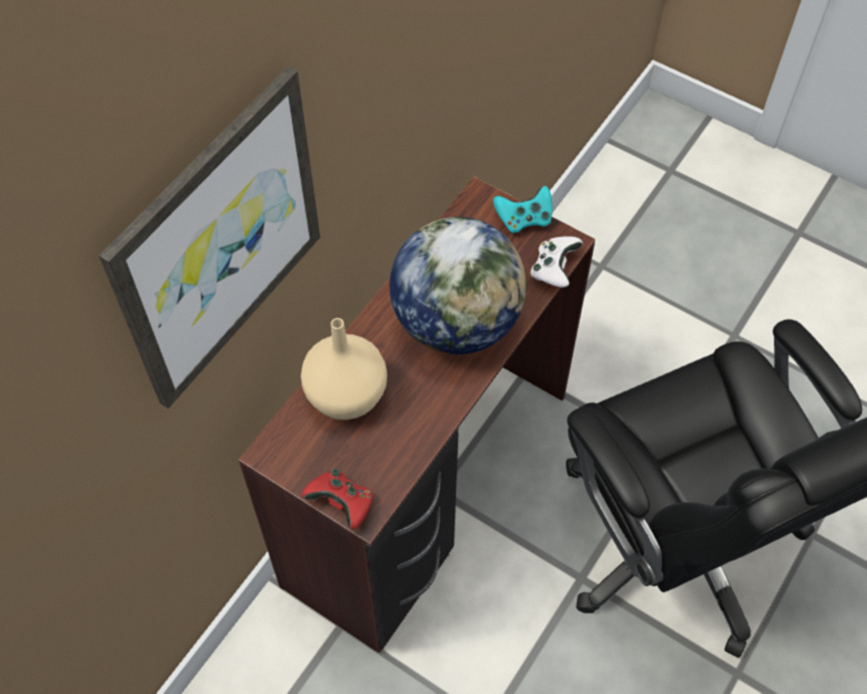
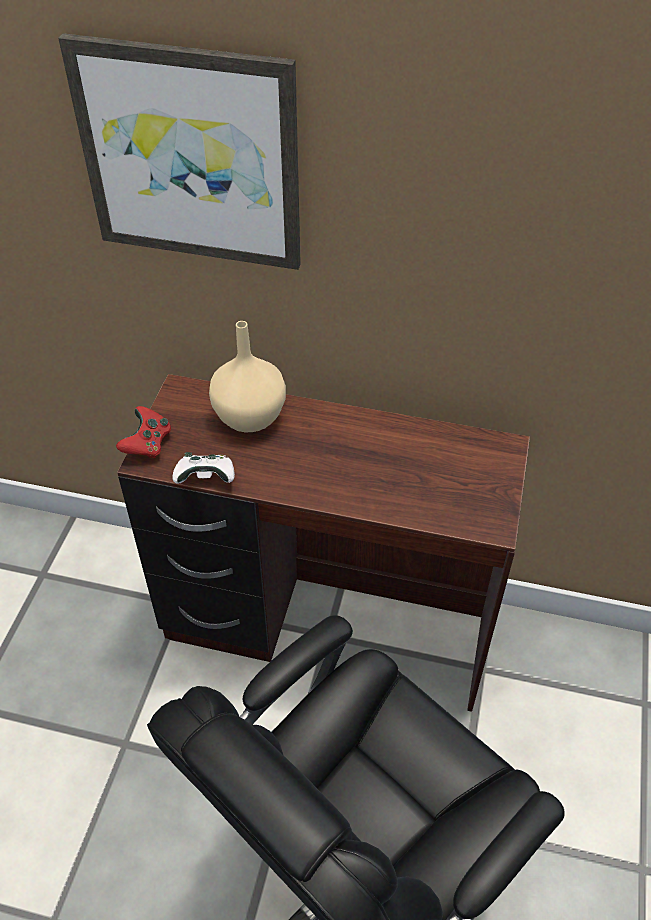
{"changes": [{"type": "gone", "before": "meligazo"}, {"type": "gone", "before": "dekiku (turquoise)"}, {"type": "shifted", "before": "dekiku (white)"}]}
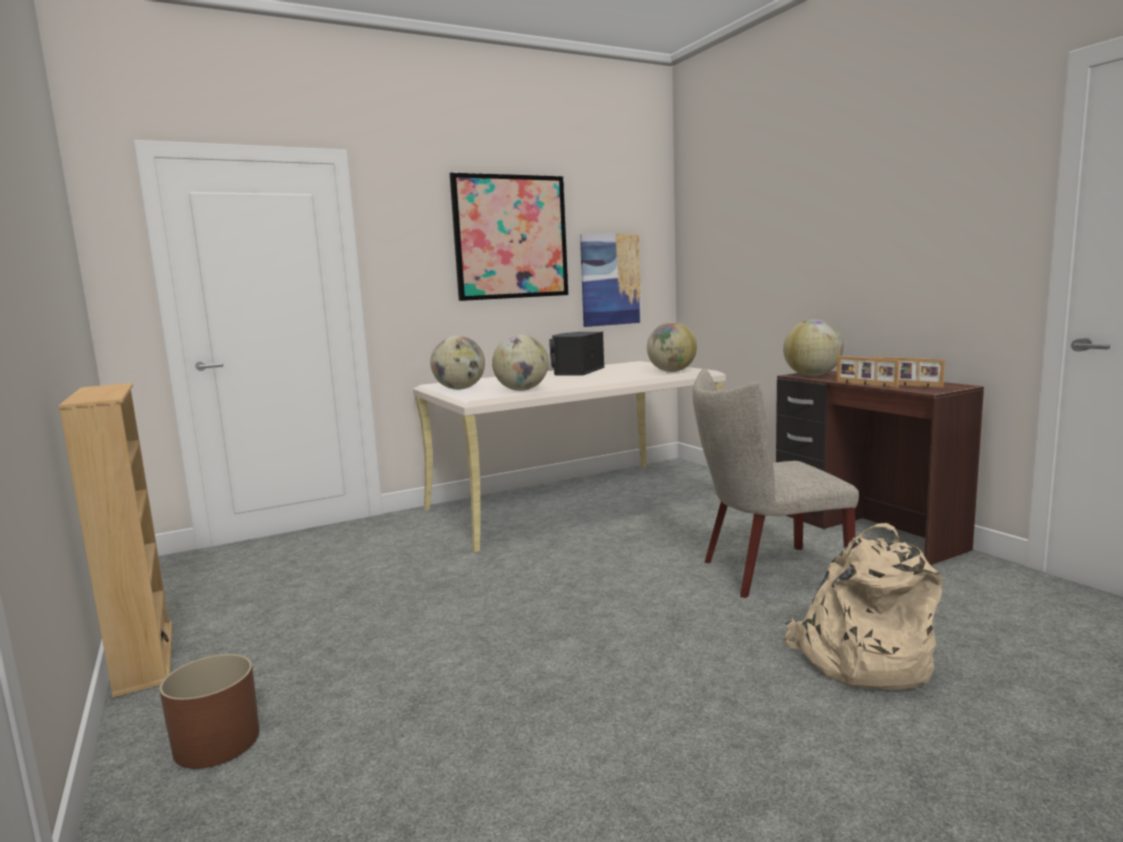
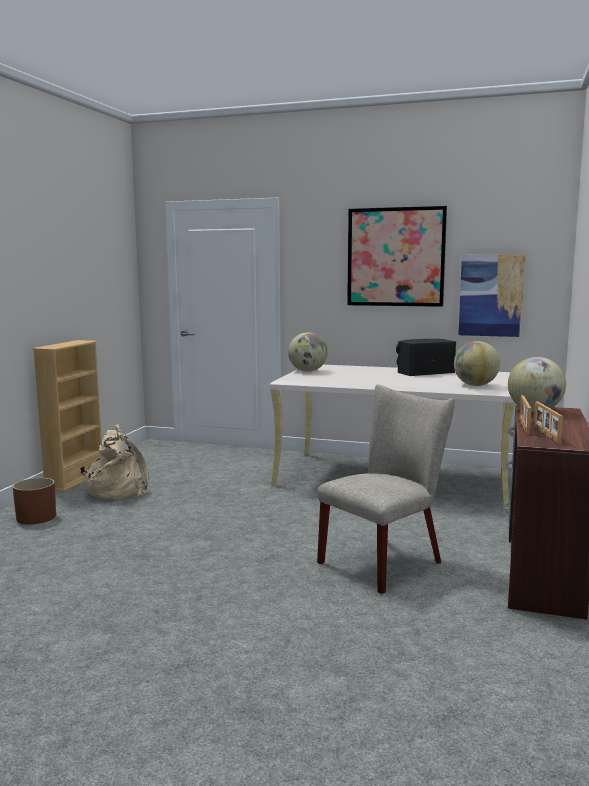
{"changes": [{"type": "gone", "before": "meligazo (no. 2 from left)"}, {"type": "shifted", "before": "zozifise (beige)"}, {"type": "rotated", "before": "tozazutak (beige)", "turn": 105}]}
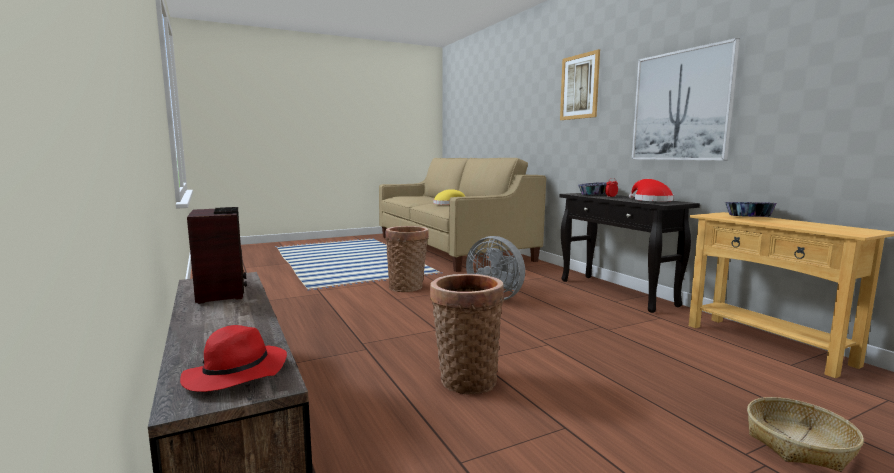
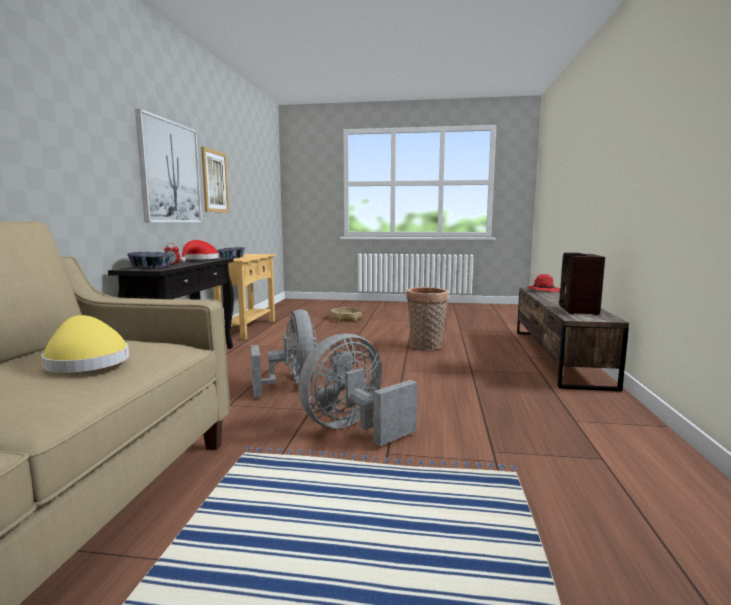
{"changes": [{"type": "shifted", "before": "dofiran (no. 1 from left in the first image)", "after": "dofiran (no. 2 from left)"}, {"type": "swapped", "before": "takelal (no. 1 from left)", "after": "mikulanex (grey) (no. 2 from left)"}]}
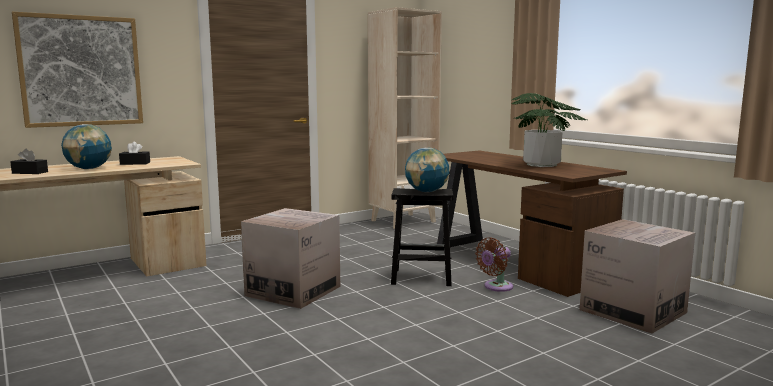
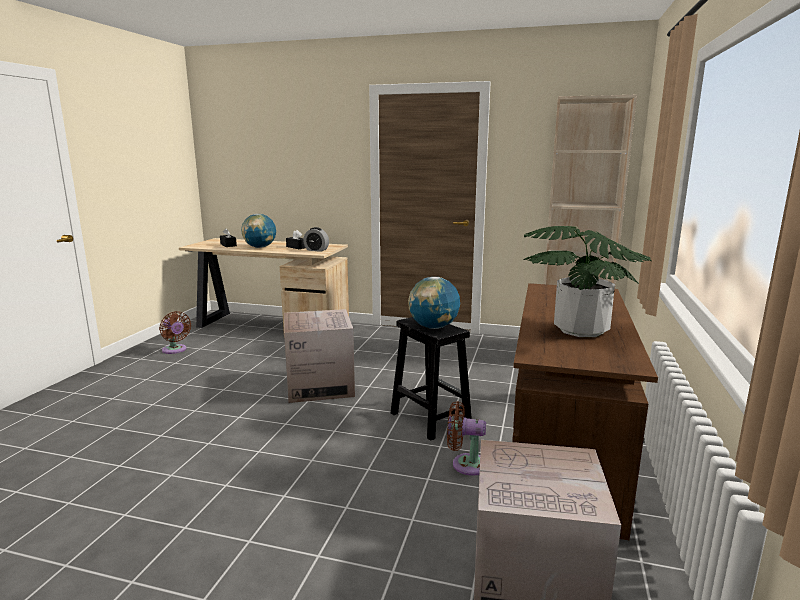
{"changes": [{"type": "gone", "before": "dofiran"}, {"type": "new", "after": "mikulanex (brown) (no. 1 from left)"}, {"type": "new", "after": "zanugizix"}]}
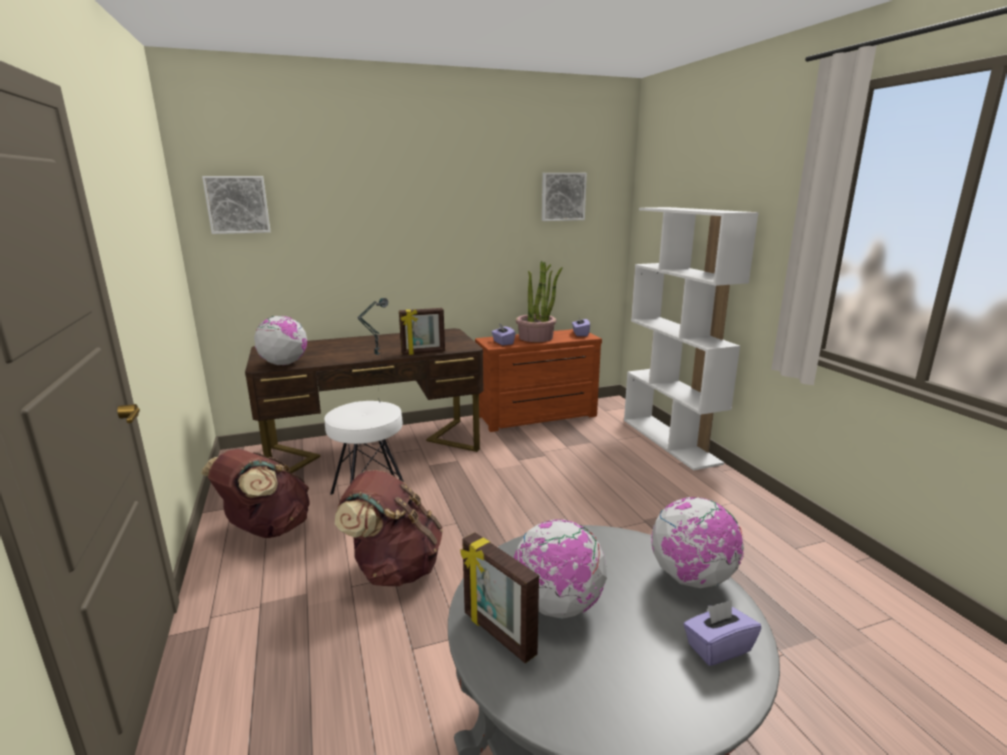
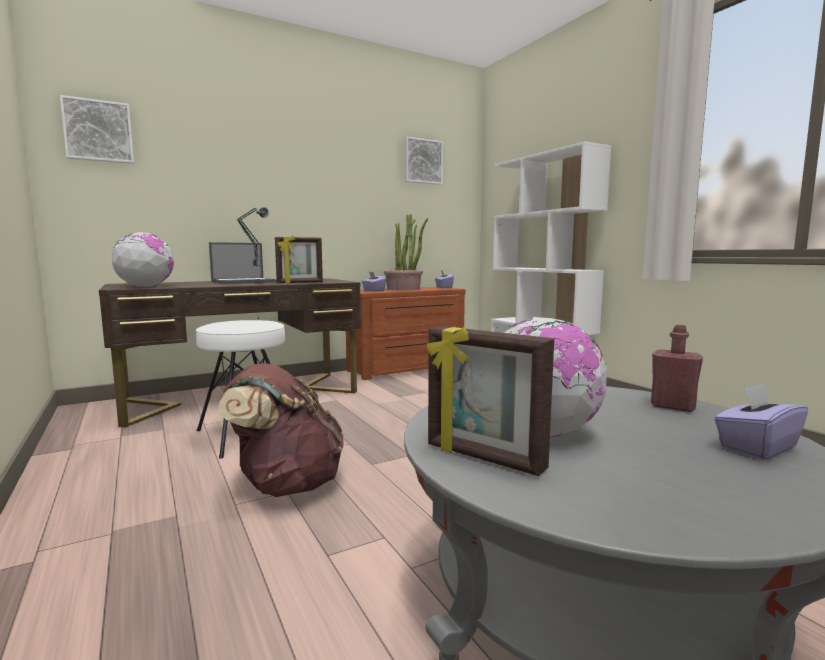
{"changes": [{"type": "gone", "before": "zozifise (brown) (no. 1 from left)"}, {"type": "new", "after": "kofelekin"}, {"type": "swapped", "before": "meligazo (no. 3 from left)", "after": "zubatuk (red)"}]}
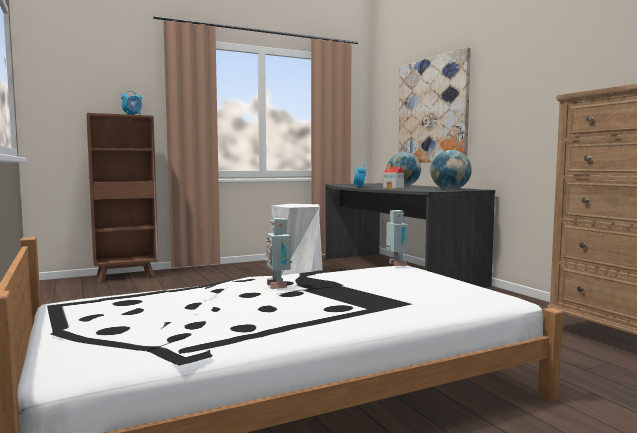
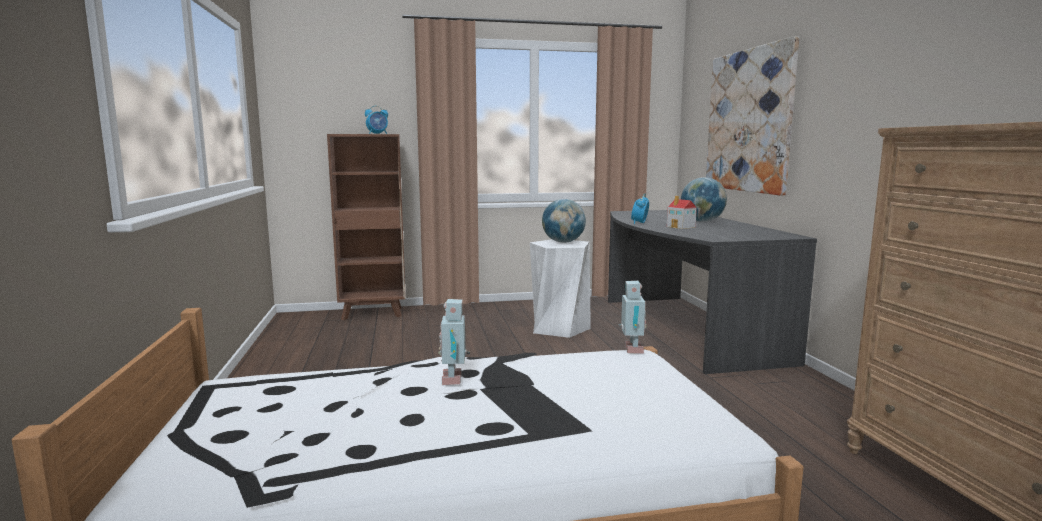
{"changes": [{"type": "shifted", "before": "meligazo (no. 2 from left in the first image)", "after": "meligazo (no. 1 from left)"}]}
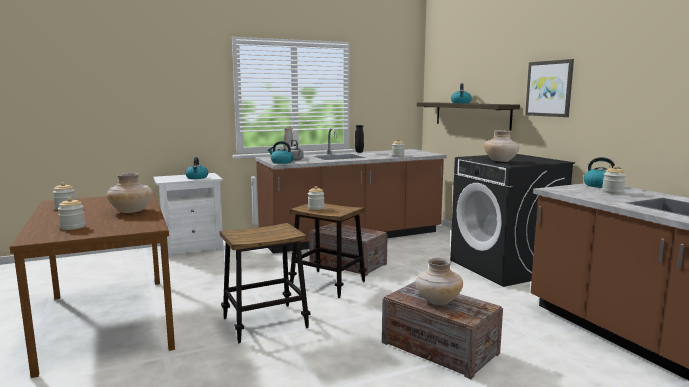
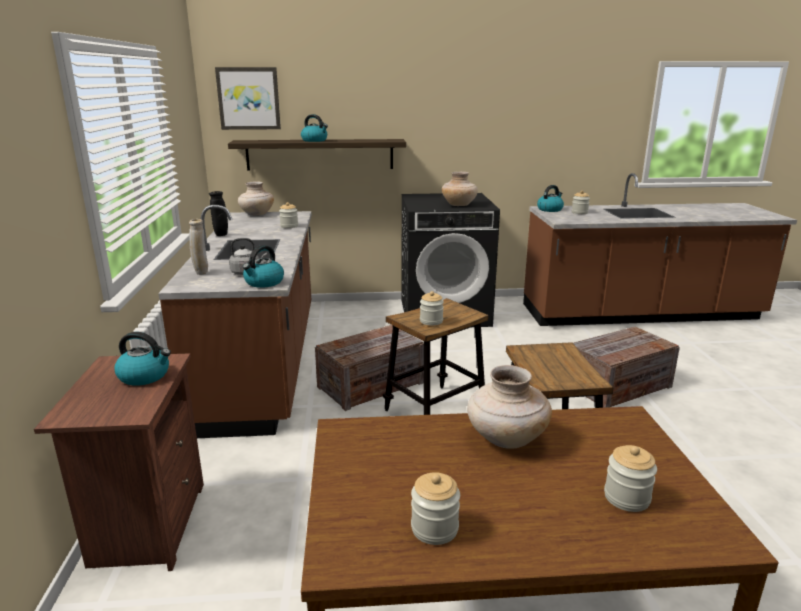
{"changes": [{"type": "shifted", "before": "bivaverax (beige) (no. 3 from left in the first image)", "after": "bivaverax (beige) (no. 2 from left)"}, {"type": "shifted", "before": "dofiran"}, {"type": "repainted", "before": "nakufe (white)", "after": "nakufe (brown)"}]}
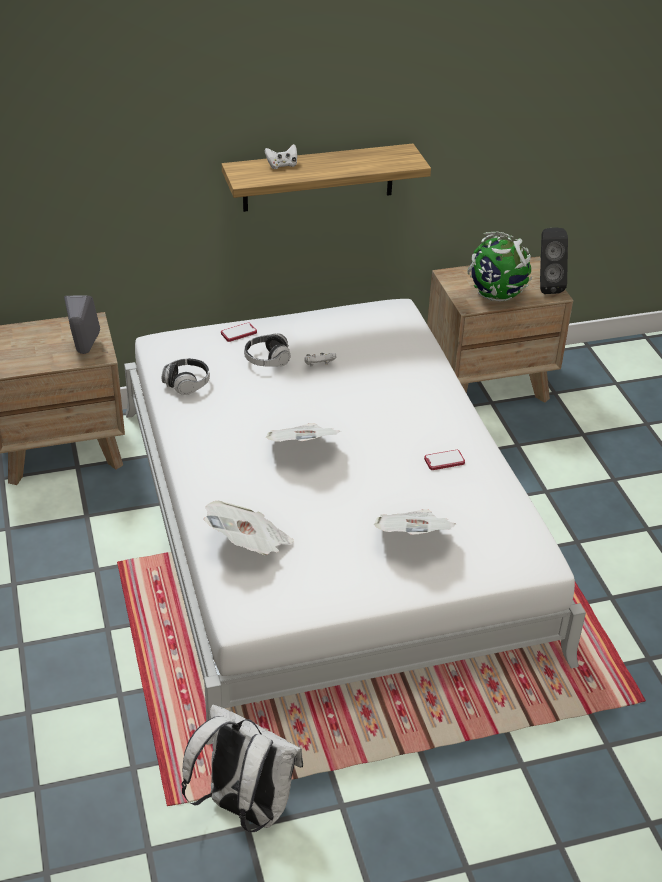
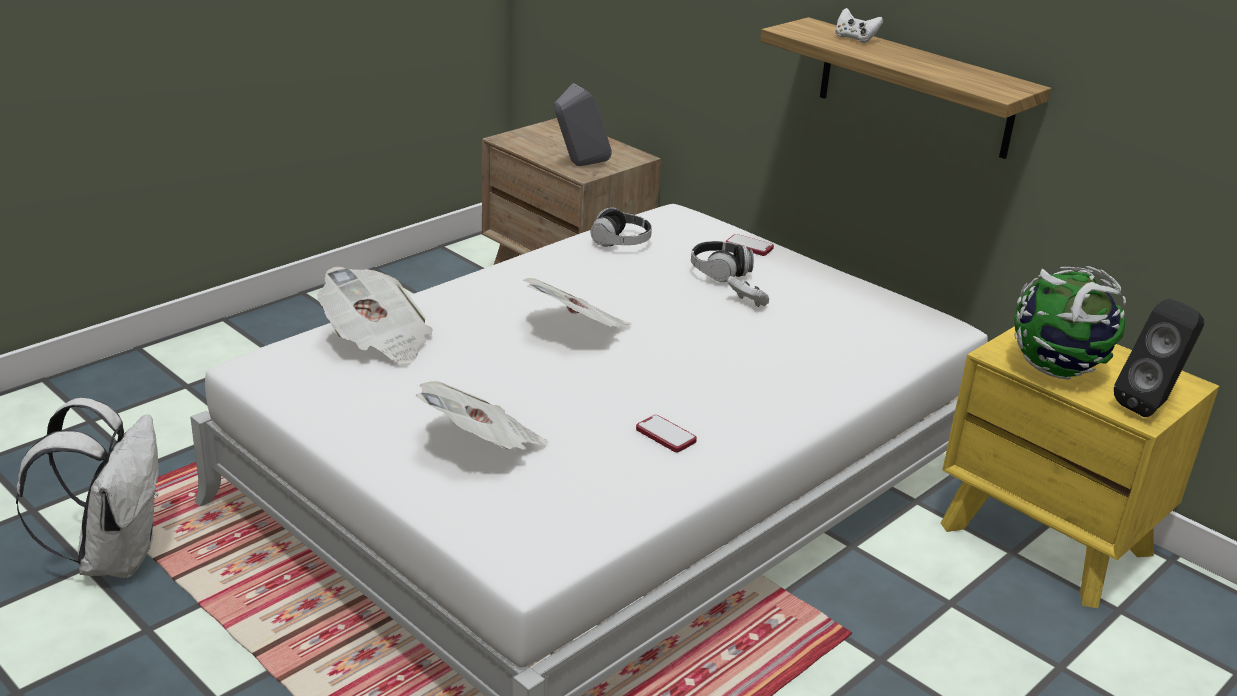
{"changes": [{"type": "repainted", "before": "nakufe (brown) (no. 2 from left)", "after": "nakufe (yellow)"}]}
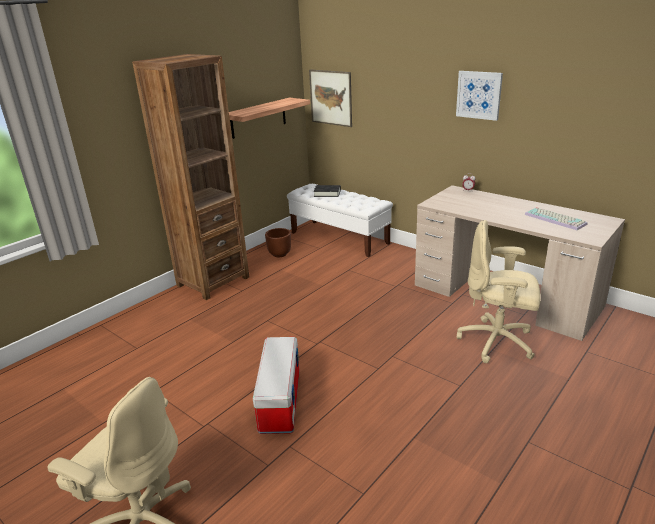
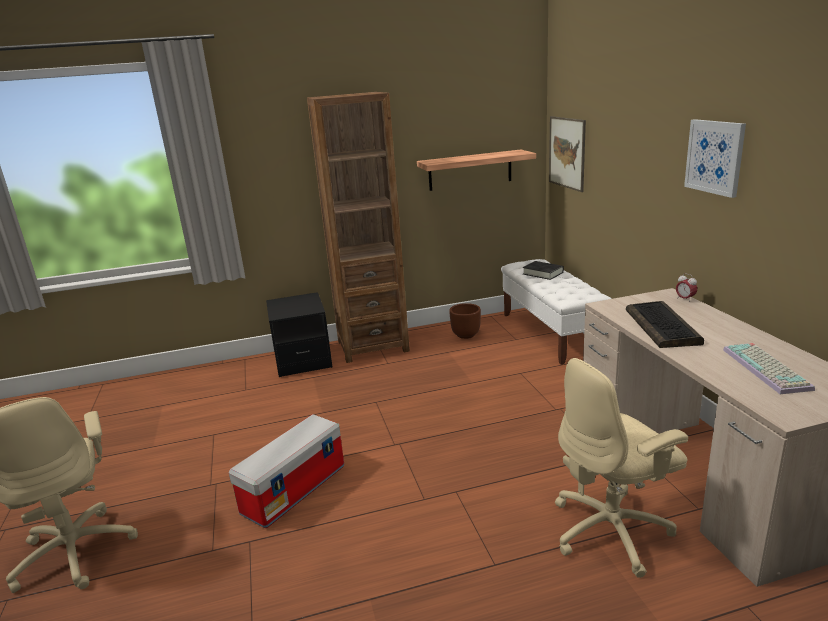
{"changes": [{"type": "new", "after": "nakufe (black)"}, {"type": "new", "after": "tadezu (no. 1 from left)"}, {"type": "rotated", "before": "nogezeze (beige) (no. 2 from left)", "turn": -75}]}
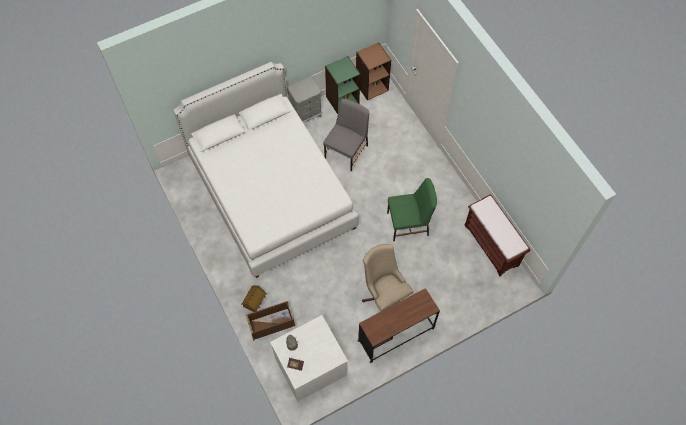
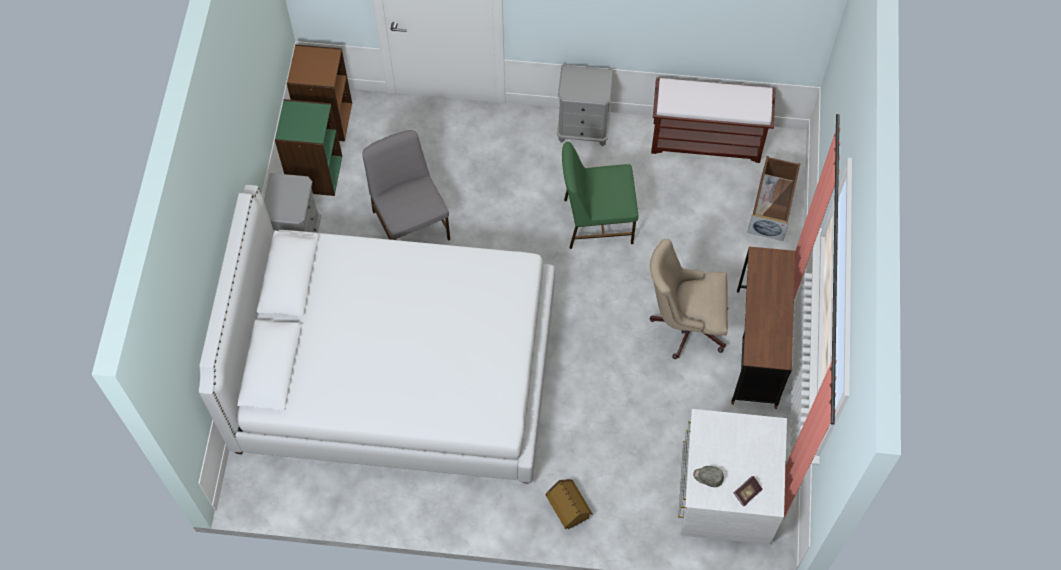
{"changes": [{"type": "new", "after": "nakufe (grey) (no. 2 from left)"}, {"type": "shifted", "before": "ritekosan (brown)"}, {"type": "rotated", "before": "tozazutak (green)", "turn": -120}]}
